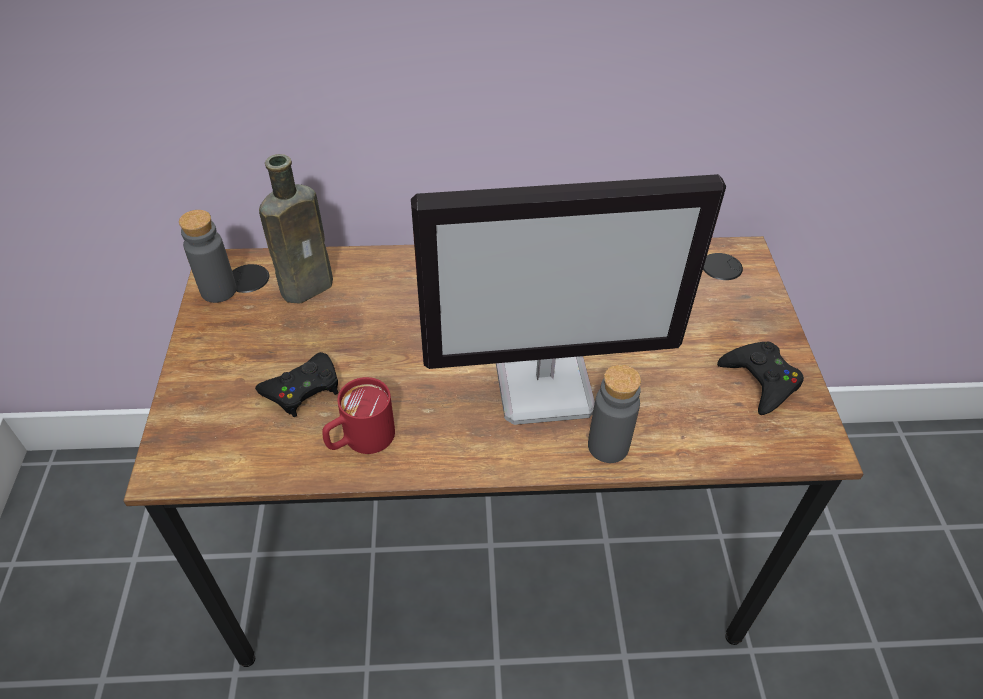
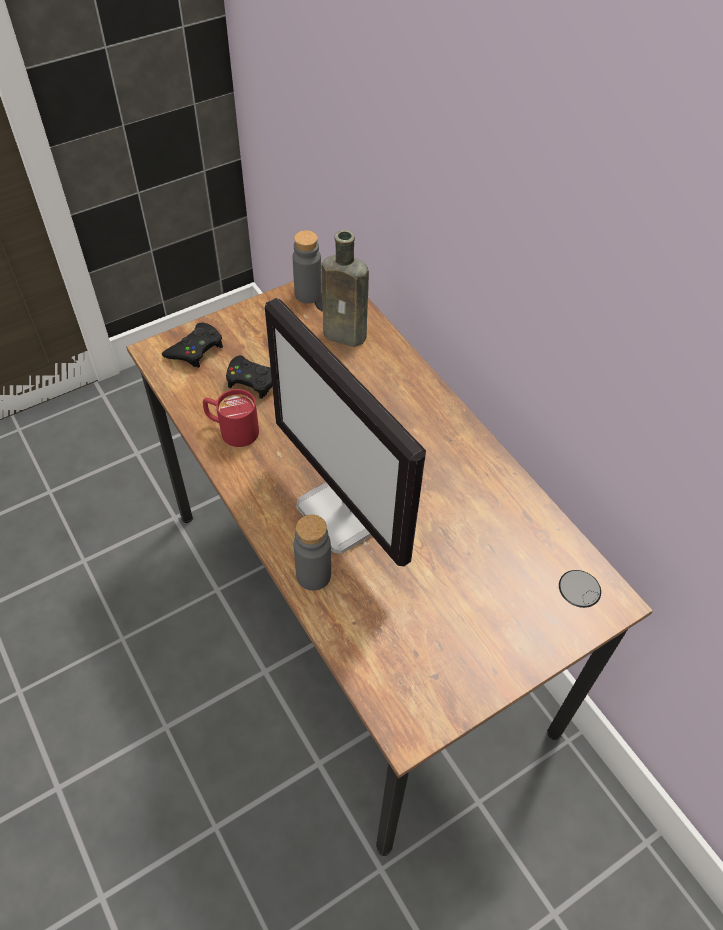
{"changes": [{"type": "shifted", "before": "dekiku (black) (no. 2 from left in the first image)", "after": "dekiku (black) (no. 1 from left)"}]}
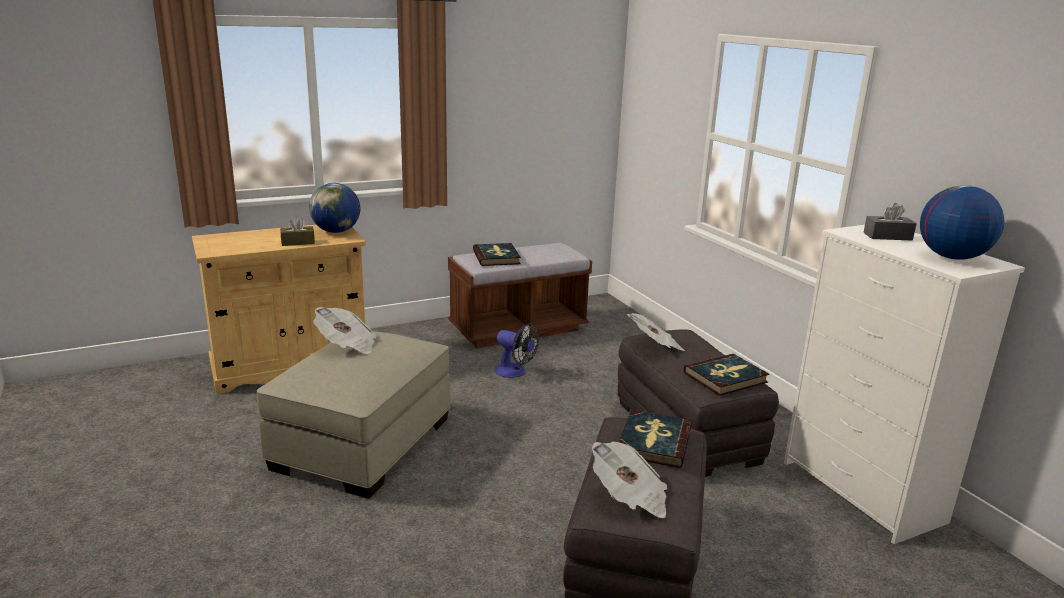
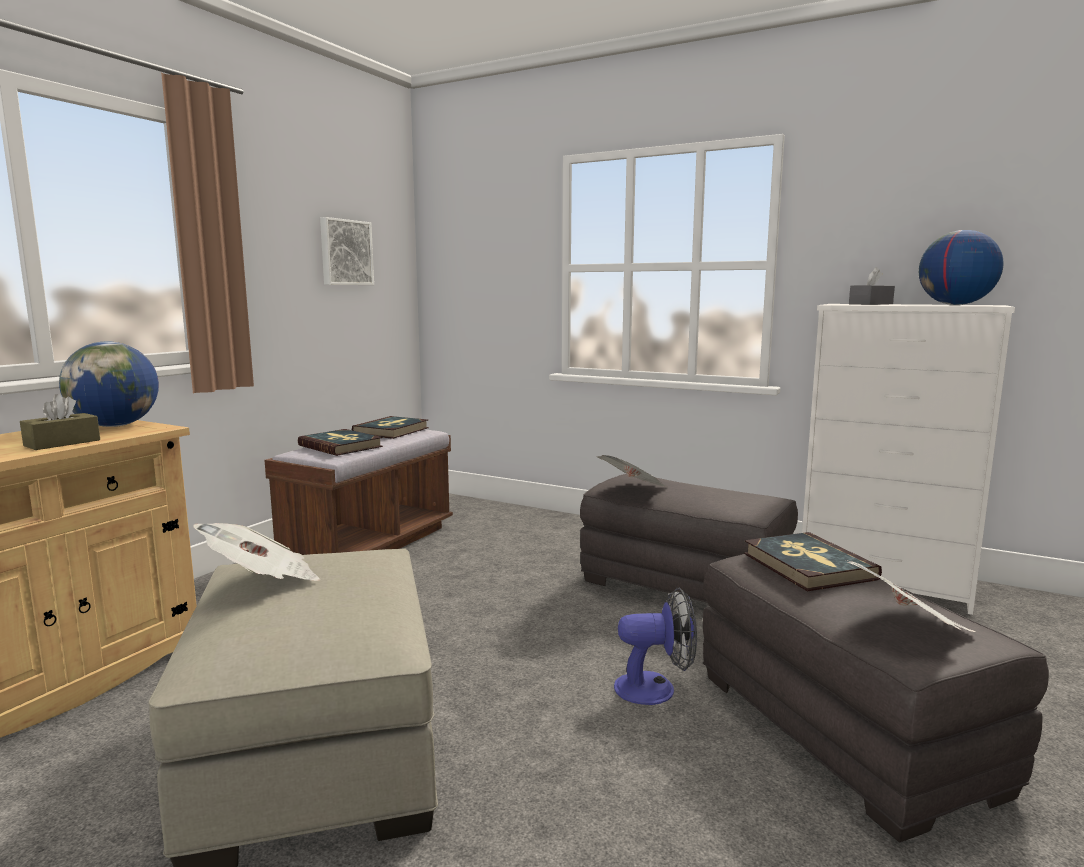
{"changes": [{"type": "new", "after": "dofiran"}, {"type": "shifted", "before": "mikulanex"}, {"type": "shifted", "before": "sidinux (no. 3 from left in the first image)", "after": "sidinux (no. 2 from left)"}]}
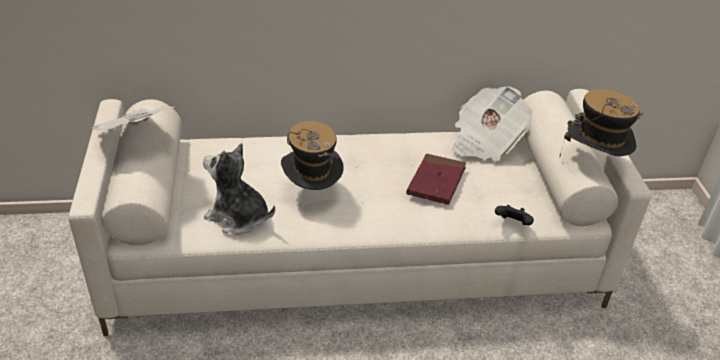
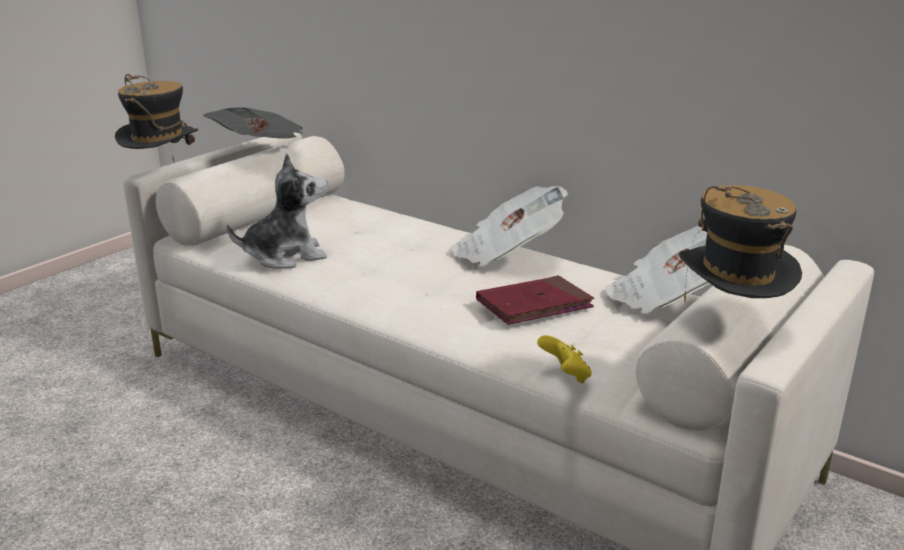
{"changes": [{"type": "new", "after": "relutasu (no. 2 from left)"}, {"type": "shifted", "before": "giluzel (no. 1 from left)"}, {"type": "repainted", "before": "dekiku (black)", "after": "dekiku (yellow)"}, {"type": "rotated", "before": "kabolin", "turn": 90}]}
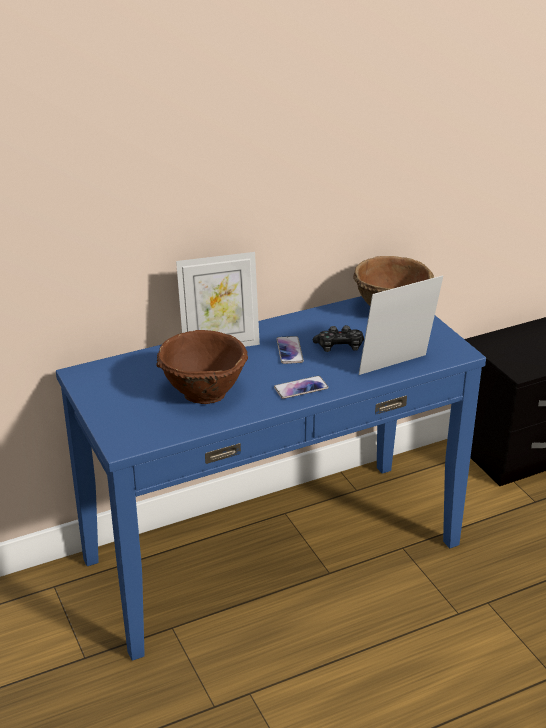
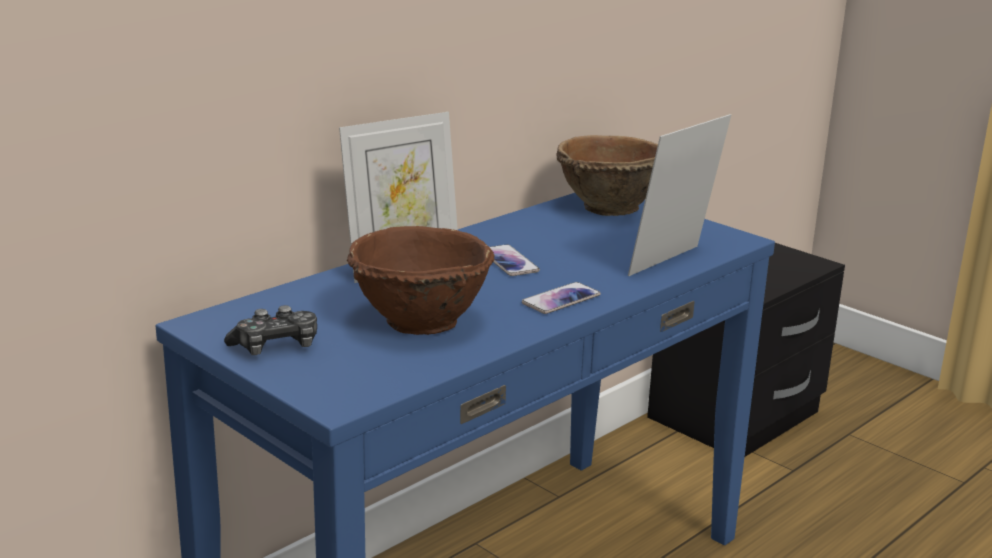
{"changes": [{"type": "shifted", "before": "dekiku"}]}
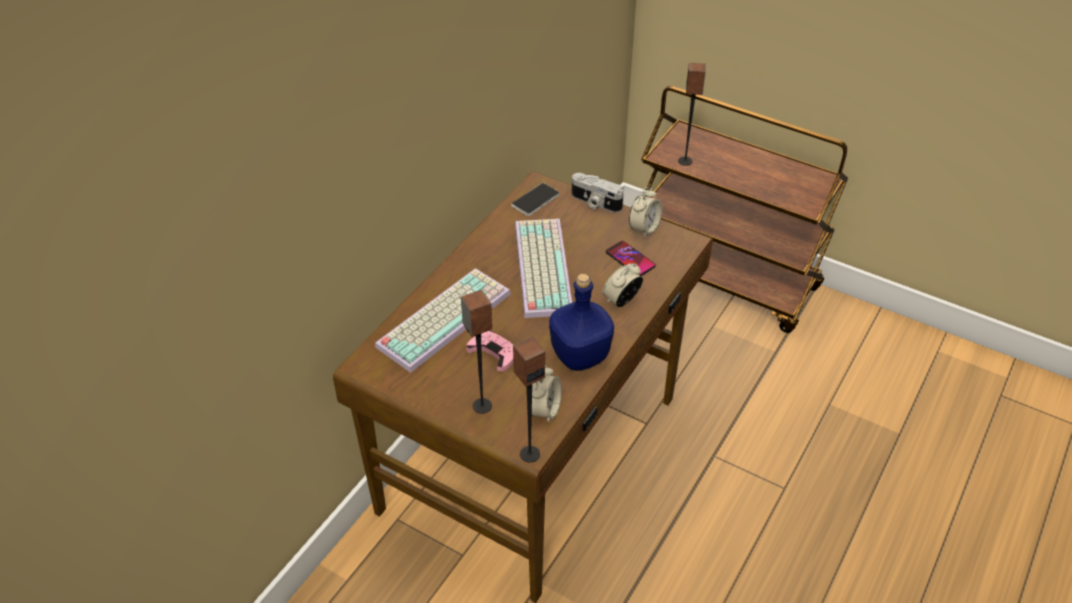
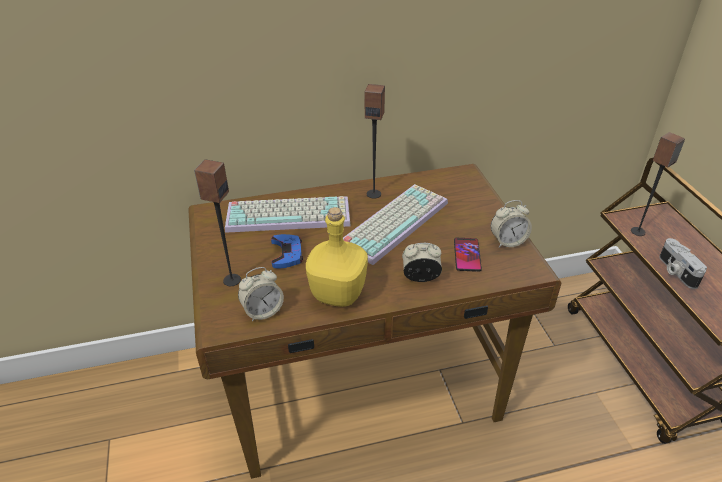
{"changes": [{"type": "gone", "before": "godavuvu (no. 1 from left)"}, {"type": "shifted", "before": "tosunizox (no. 2 from left)"}, {"type": "shifted", "before": "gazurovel"}, {"type": "repainted", "before": "dekiku (pink)", "after": "dekiku (blue)"}, {"type": "repainted", "before": "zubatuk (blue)", "after": "zubatuk (yellow)"}]}
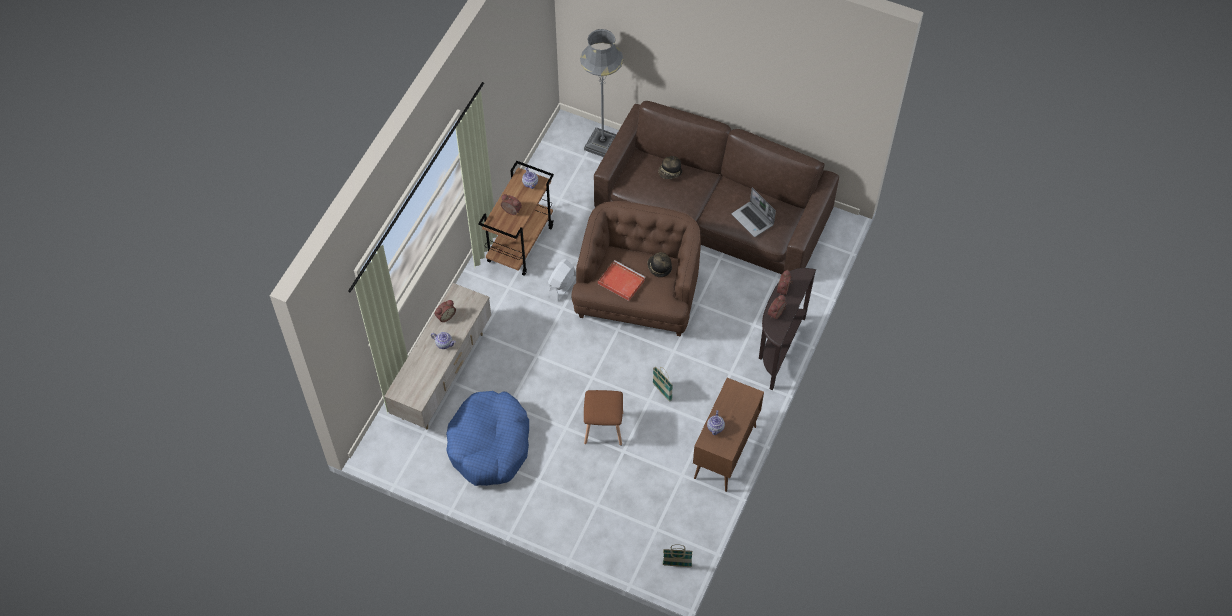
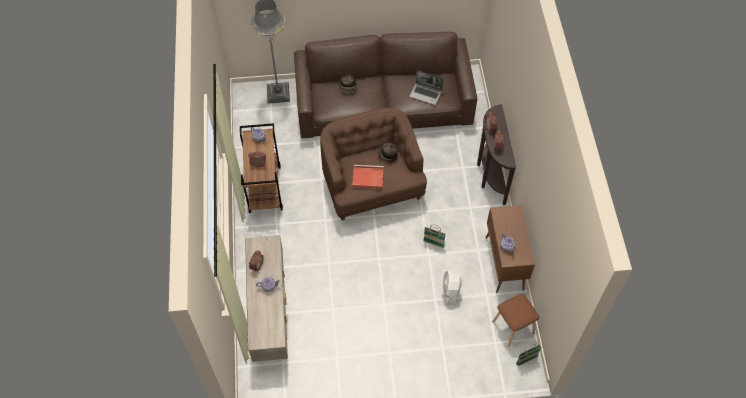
{"changes": [{"type": "gone", "before": "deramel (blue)"}, {"type": "shifted", "before": "mikulanex (white)"}, {"type": "shifted", "before": "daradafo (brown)"}]}
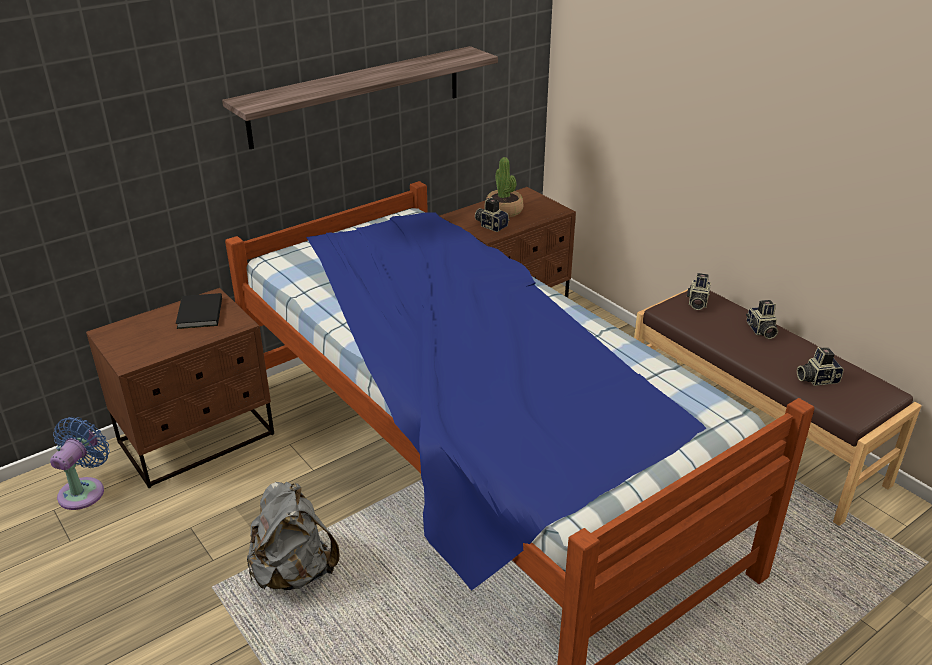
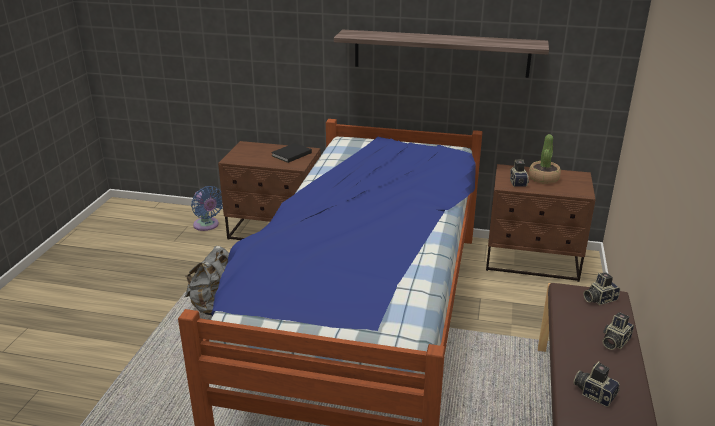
{"changes": [{"type": "rotated", "before": "mikulanex (blue)", "turn": 75}]}
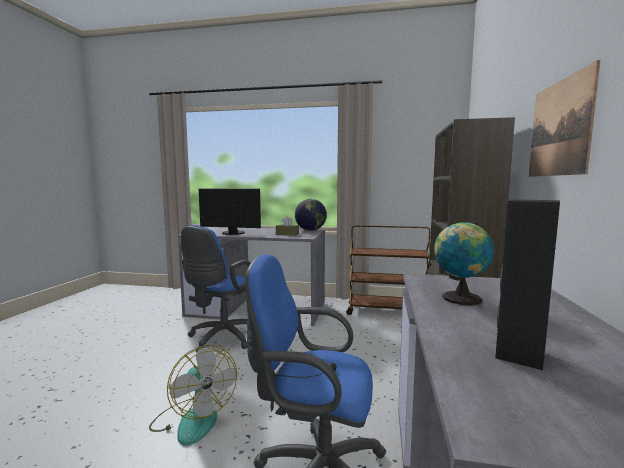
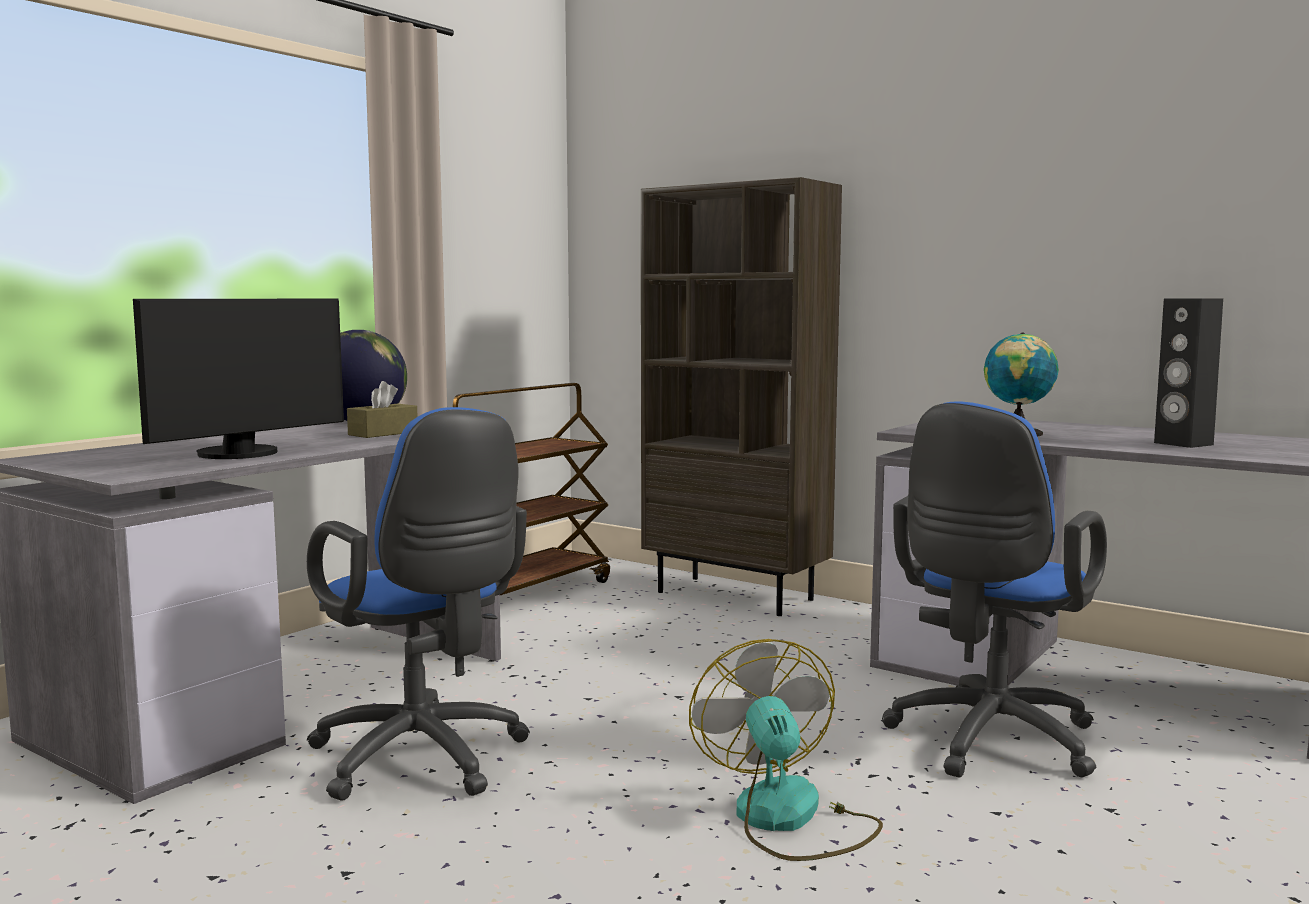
{"changes": [{"type": "gone", "before": "dofiran"}, {"type": "rotated", "before": "mikulanex", "turn": -90}]}
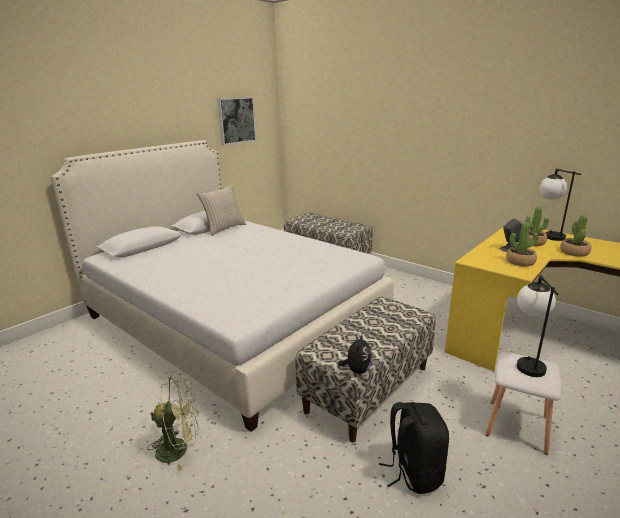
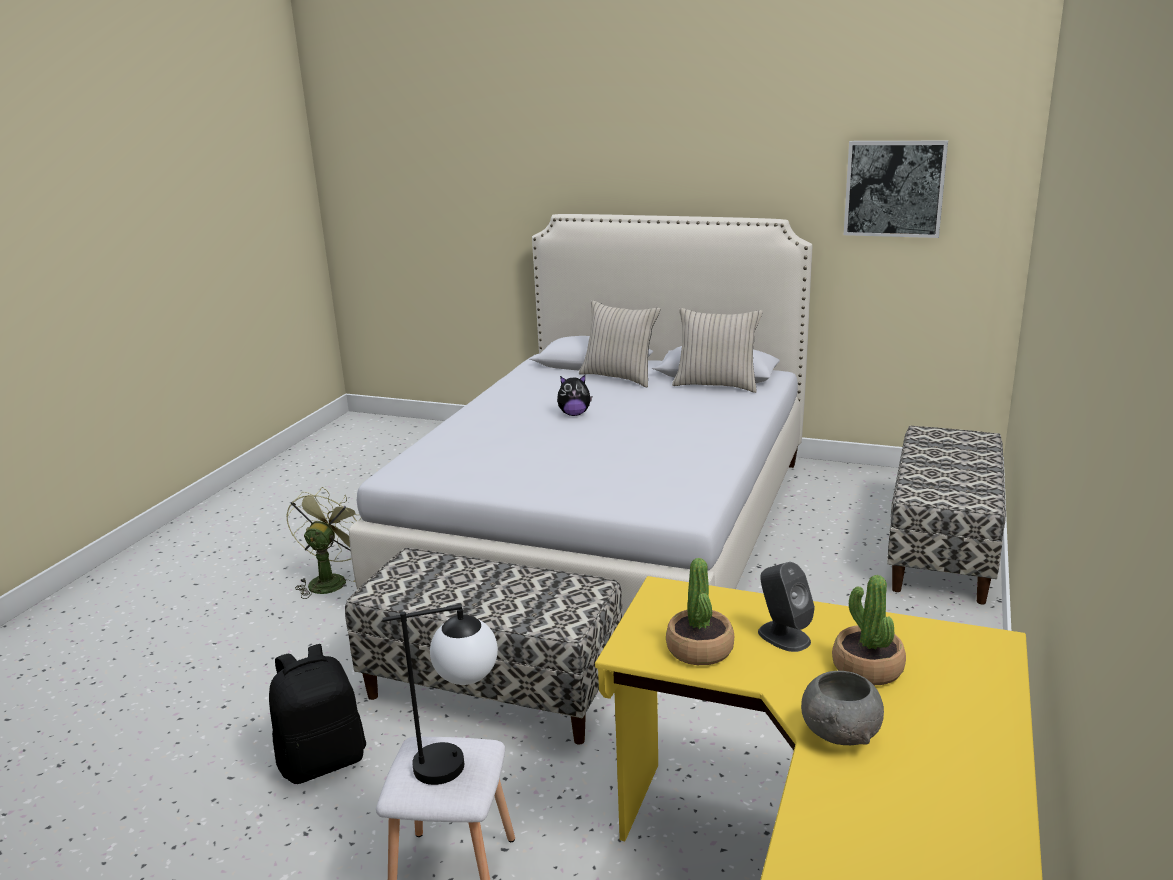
{"changes": [{"type": "gone", "before": "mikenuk (no. 2 from left)"}, {"type": "new", "after": "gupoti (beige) (no. 1 from left)"}, {"type": "shifted", "before": "kabolin"}, {"type": "swapped", "before": "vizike (no. 3 from left)", "after": "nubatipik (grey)"}, {"type": "rotated", "before": "mikulanex (green)", "turn": -135}]}
